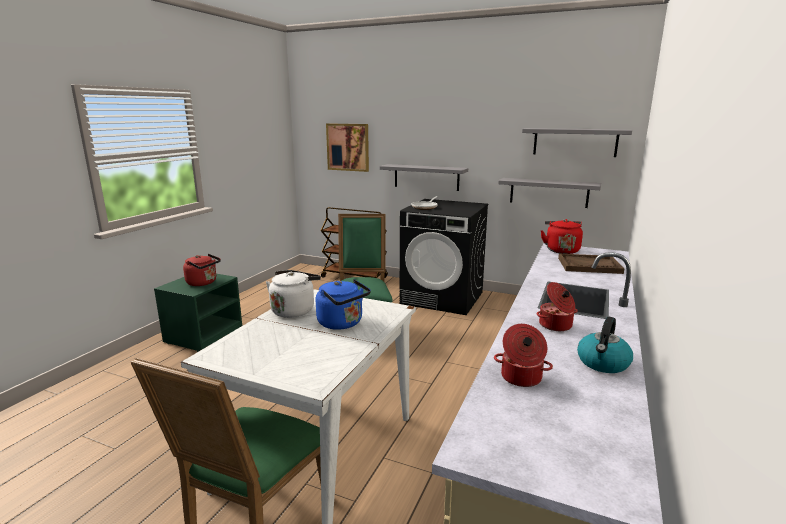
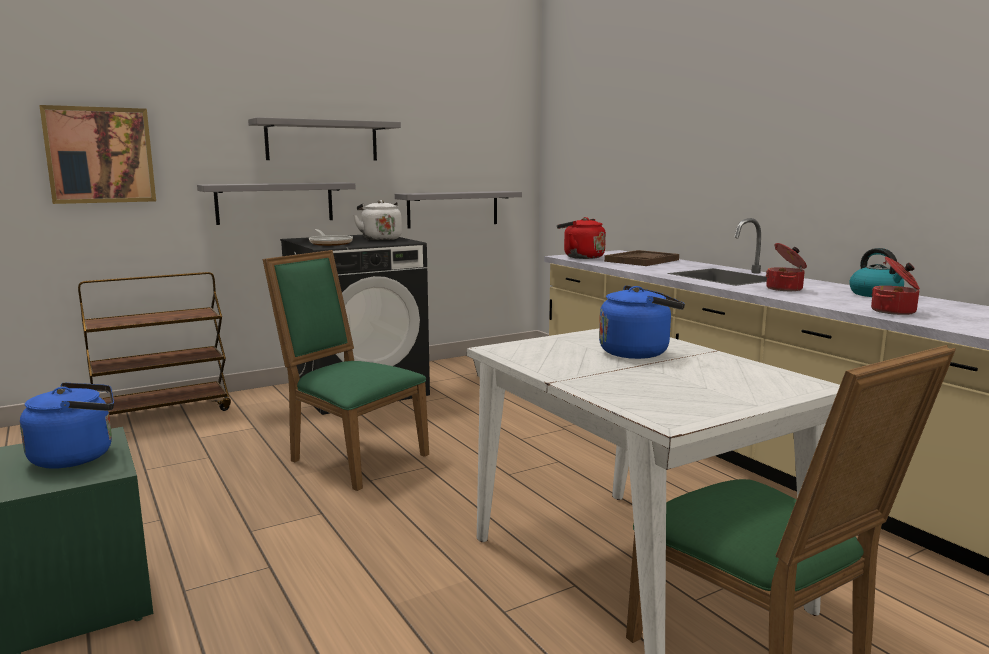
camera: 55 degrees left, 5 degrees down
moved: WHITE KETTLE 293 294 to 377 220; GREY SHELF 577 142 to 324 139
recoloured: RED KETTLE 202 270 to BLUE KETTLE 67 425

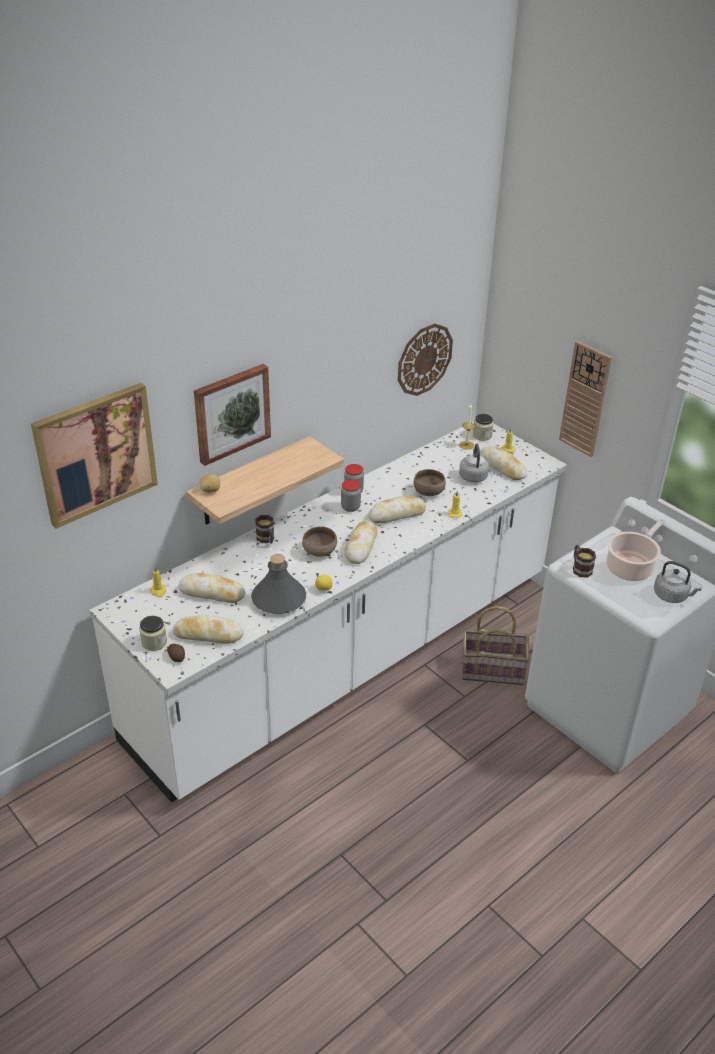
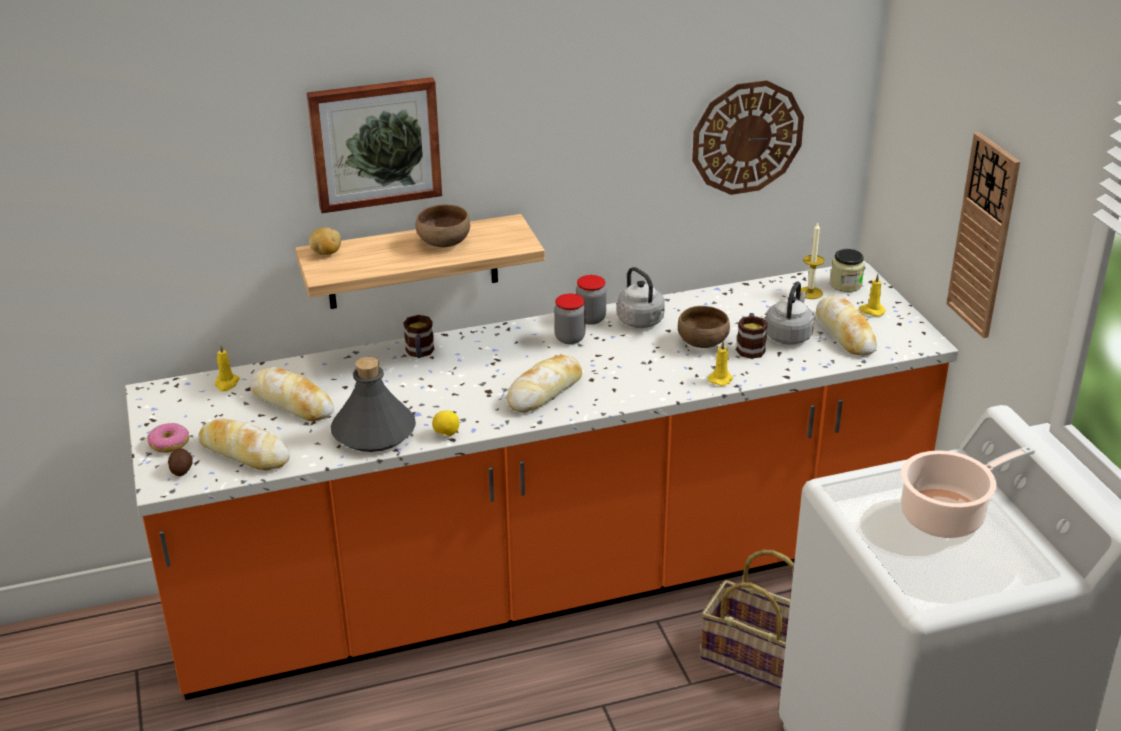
camera: 25 degrees right, 5 degrees down
removed: PICTURE 94 456; BREAD 397 509
moved: BROWN BOWL 319 541 to 443 225; MUG 584 561 to 752 336; GREY KETTLE 678 582 to 641 297
replaced: JAR 153 633 to DONUT 168 438
recoloured: WHITE COUNTER 328 612 to ORANGE COUNTER 541 480

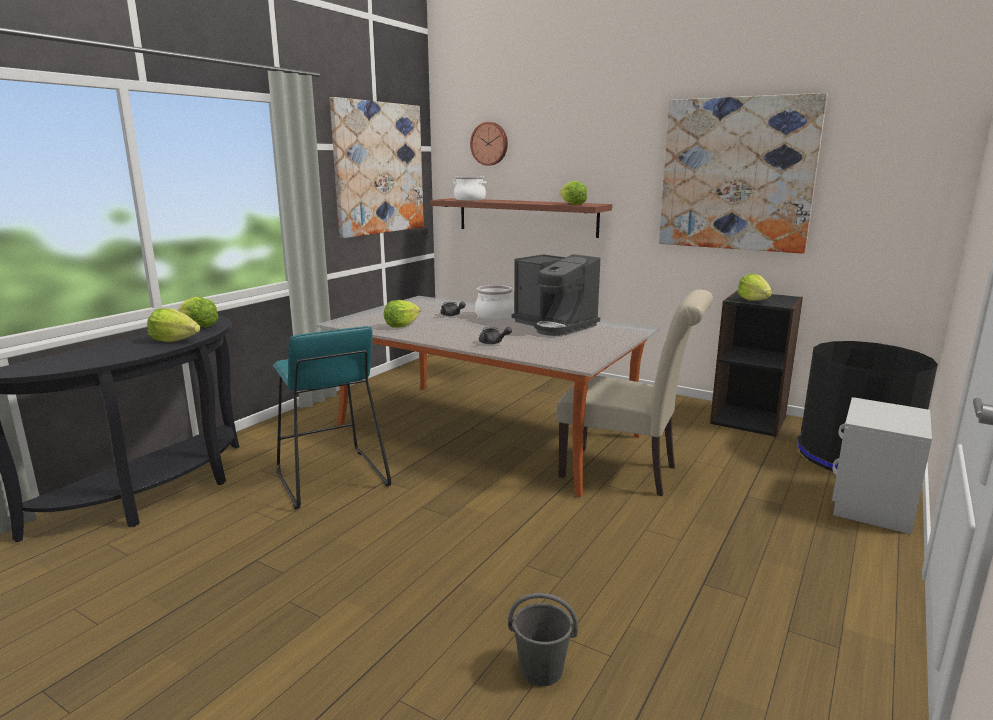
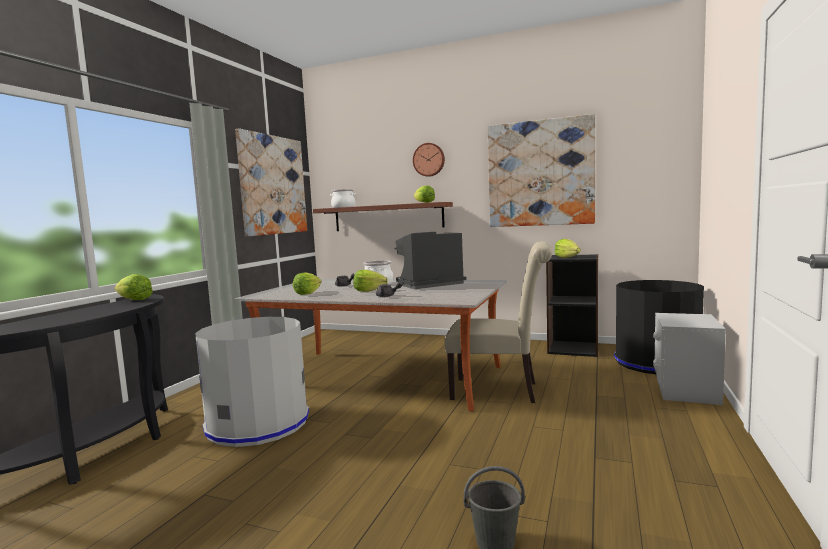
camera: 10 degrees left, 10 degrees down
moved: LETTUCE 173 325 to 370 281; WALL CLOCK 489 144 to 429 160
replaced: TURQUOISE STOOL 332 417 to GREY TRASH CAN 252 382
turned: COFFEE MACHINE 555 295 = 430 260 120 degrees clockwise

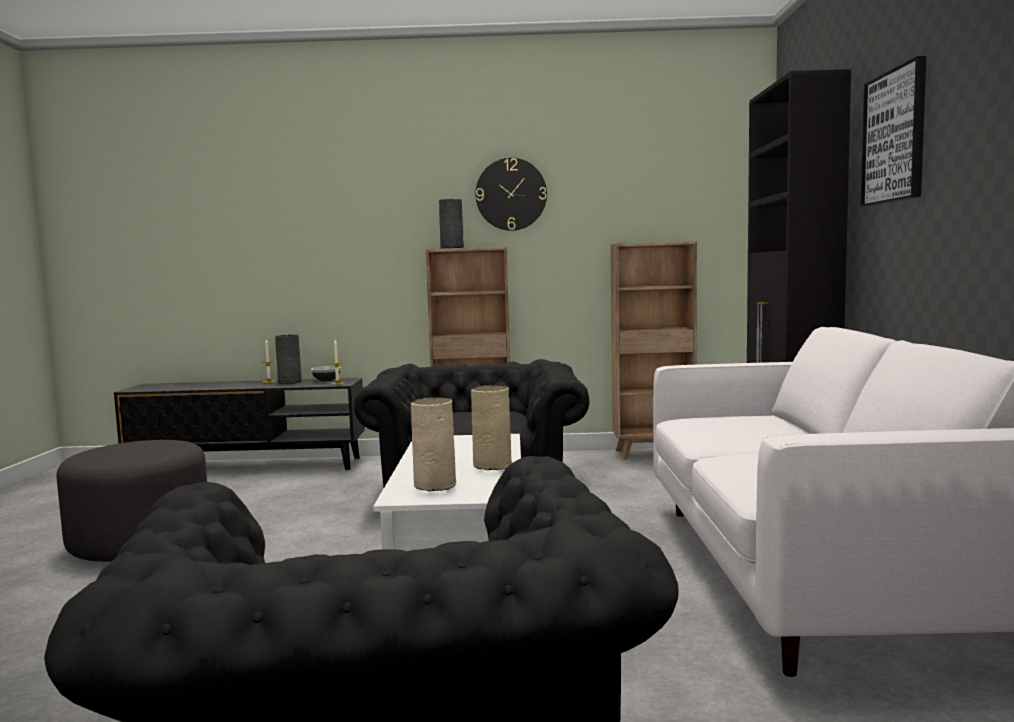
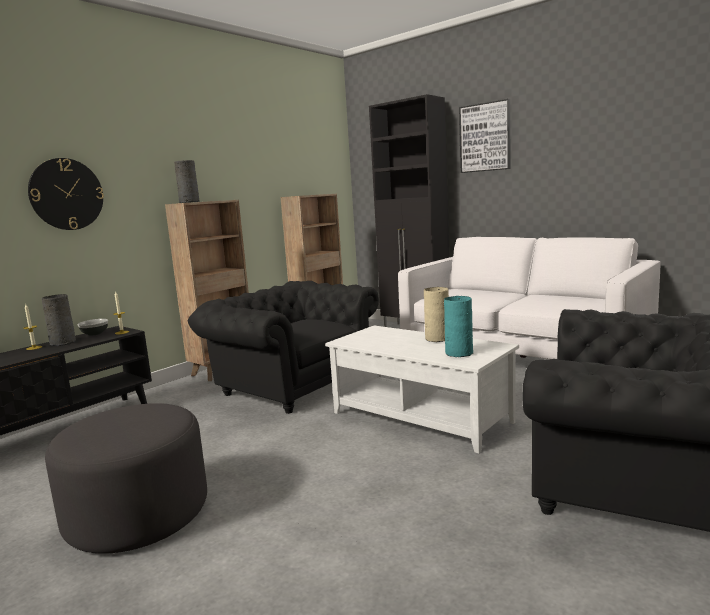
camera: 50 degrees left, 5 degrees up
moved: WALL CLOCK 511 194 to 66 194
recoloured: BEIGE VASE 433 444 to TURQUOISE VASE 458 326

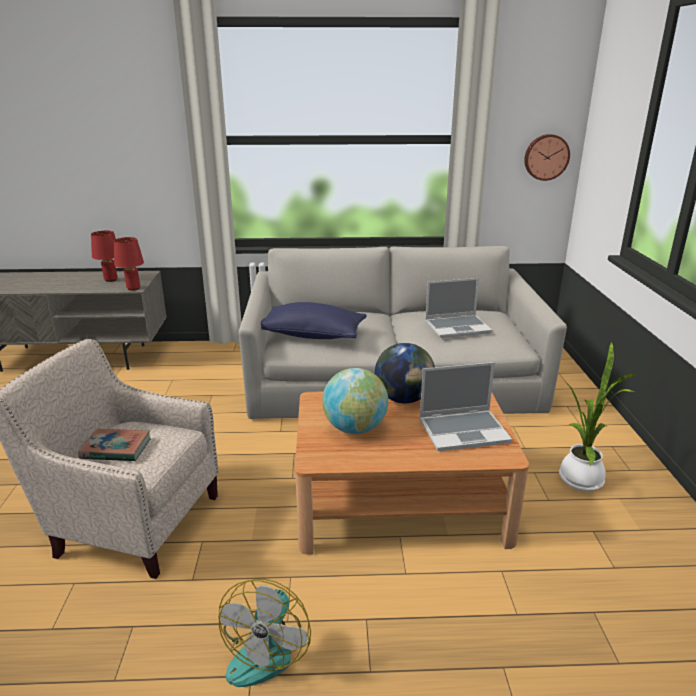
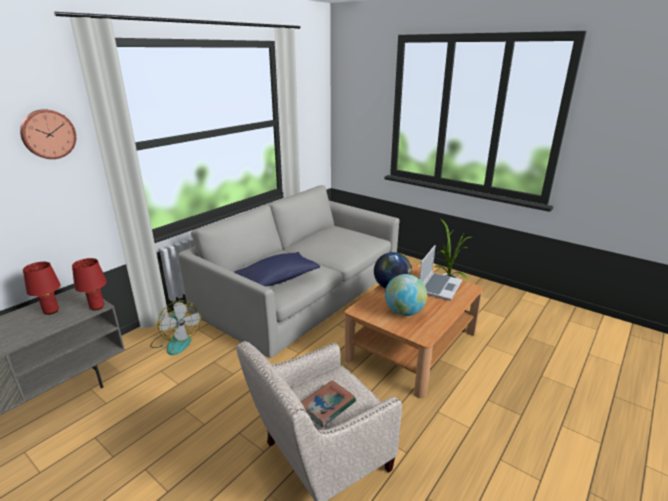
camera: 50 degrees left, 0 degrees up
removed: LAPTOP 458 308
moved: FAN 265 633 to 175 327; WALL CLOCK 547 157 to 48 134

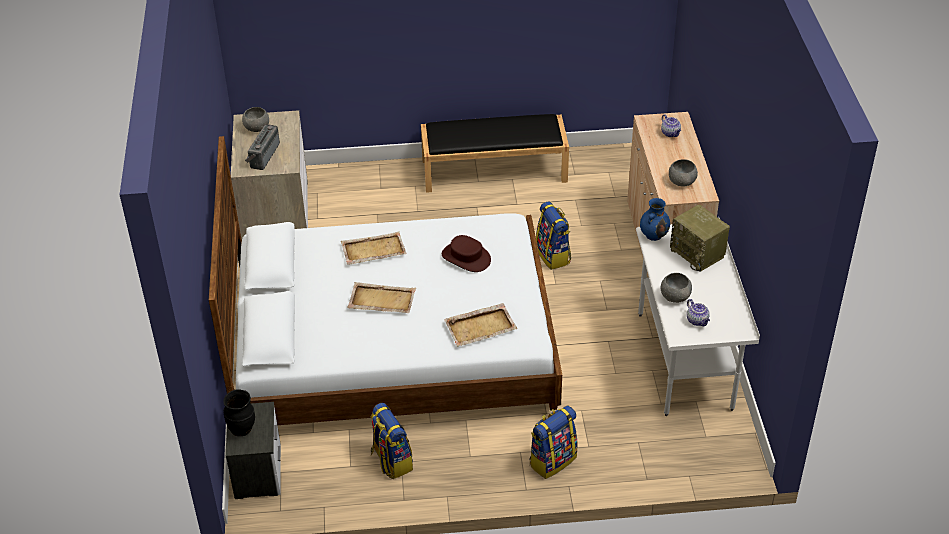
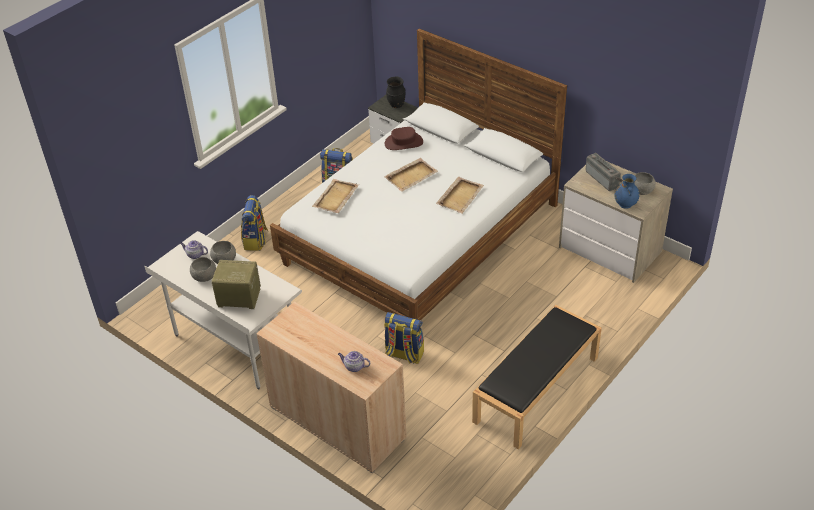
camera: 135 degrees right, 0 degrees up
moved: BROWN HAT 466 253 to 404 138; BLUE VASE 655 219 to 627 191; GREY BOWL 683 173 to 203 269

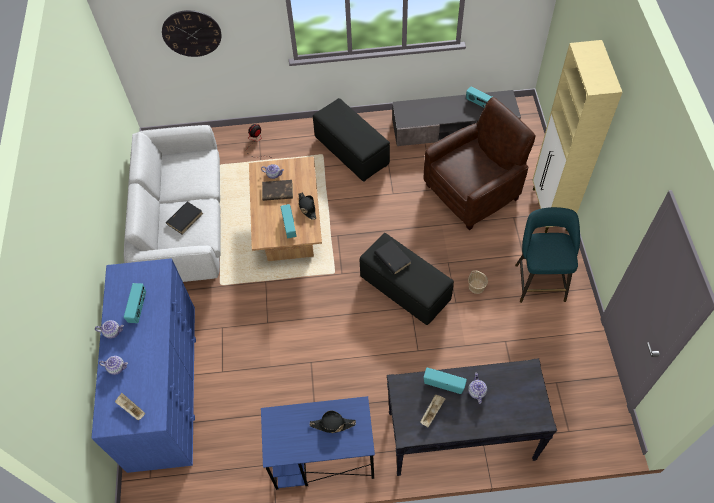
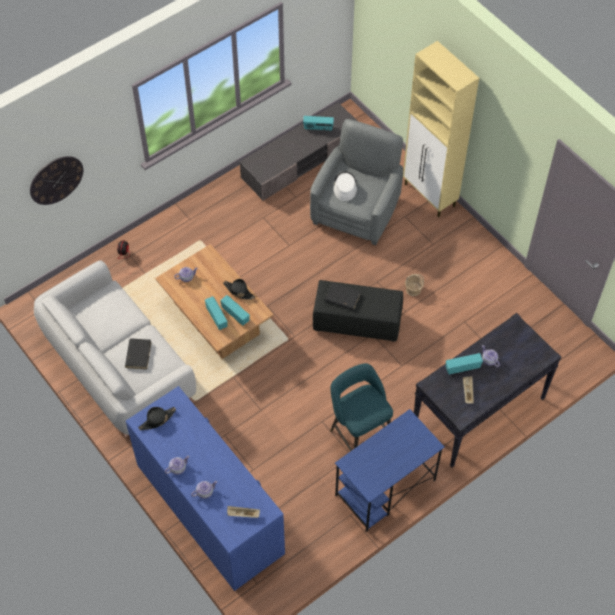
camera: 35 degrees left, 0 degrees up
removed: BROWN BOOK 277 190; BLACK OTTOMAN 351 140
added: WHITE HAT 345 186
moved: RADIO 135 303 to 216 313; BLACK HAT 333 421 to 157 418; TURQUOISE STOOL 547 255 to 361 407
recoloured: BROWN ARMCHAIR 479 163 to GREY ARMCHAIR 356 182

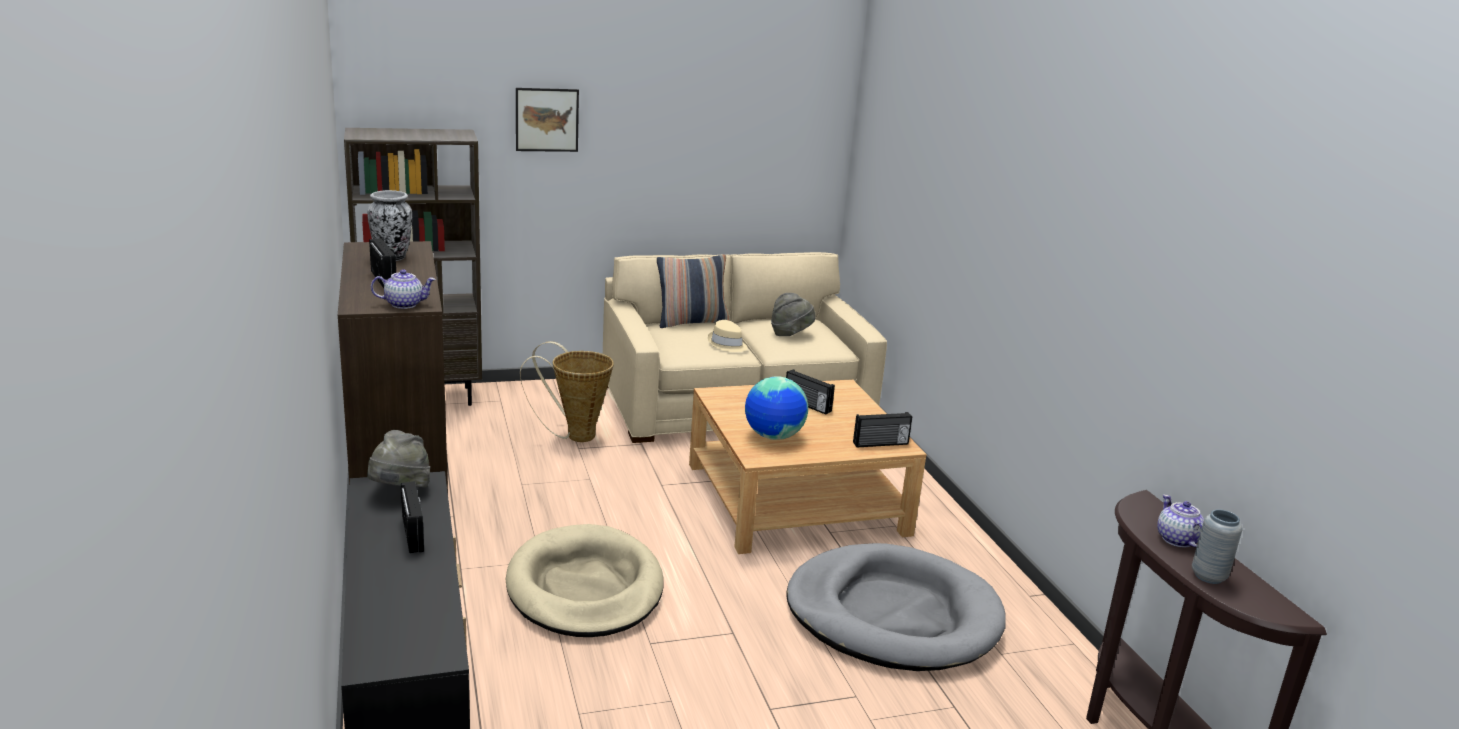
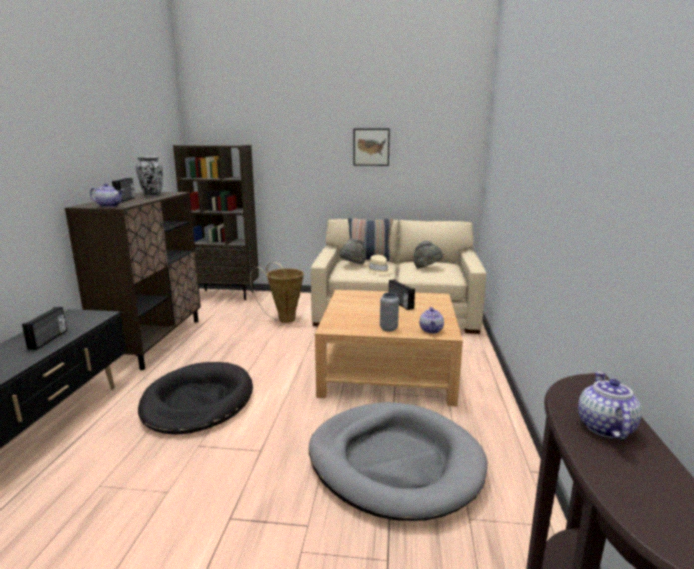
camera: 25 degrees right, 5 degrees down
removed: GLOBE 776 408
moved: GREY HAT 398 459 to 352 251; PICTURE 547 120 to 371 147; GREY VASE 1217 546 to 389 312
replaced: RADIO 882 429 to TEAPOT 431 320
recoloured: BEIGE DOG BED 585 580 to BLACK DOG BED 195 398

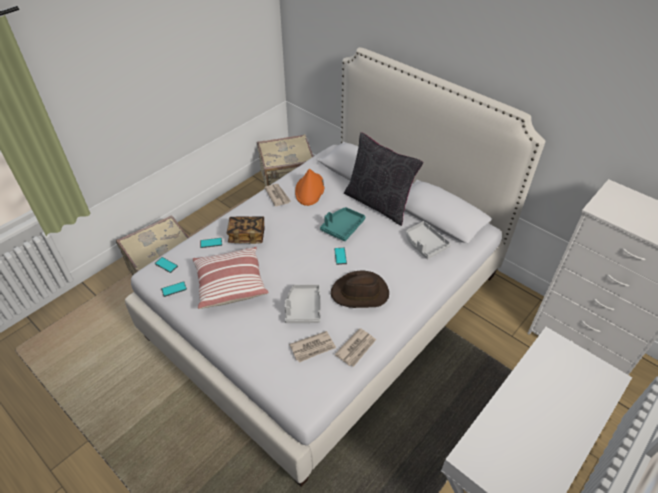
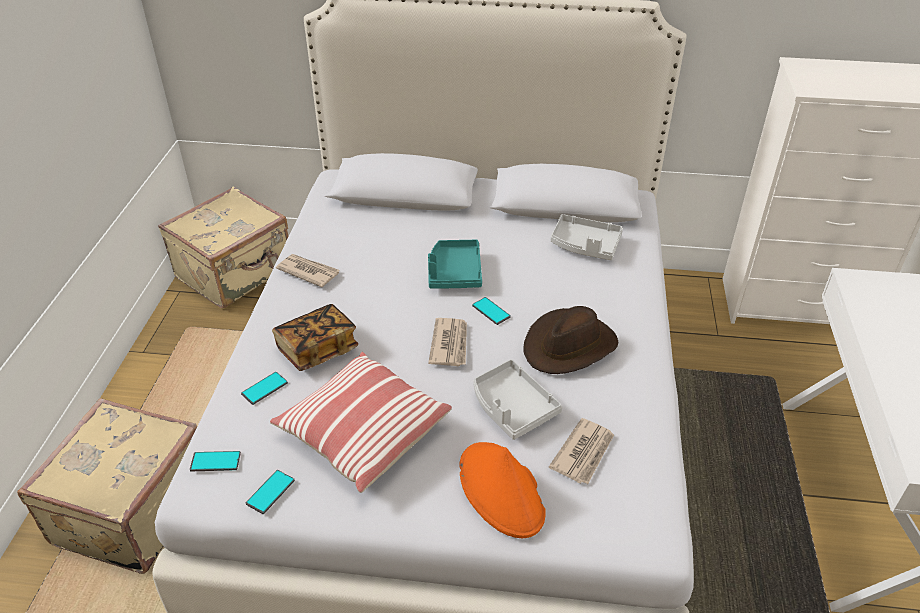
camera: 35 degrees left, 5 degrees down
removed: BLACK PILLOW 383 179
moved: ORANGE HAT 309 187 to 502 490; NEWSPAPER 355 347 to 447 342

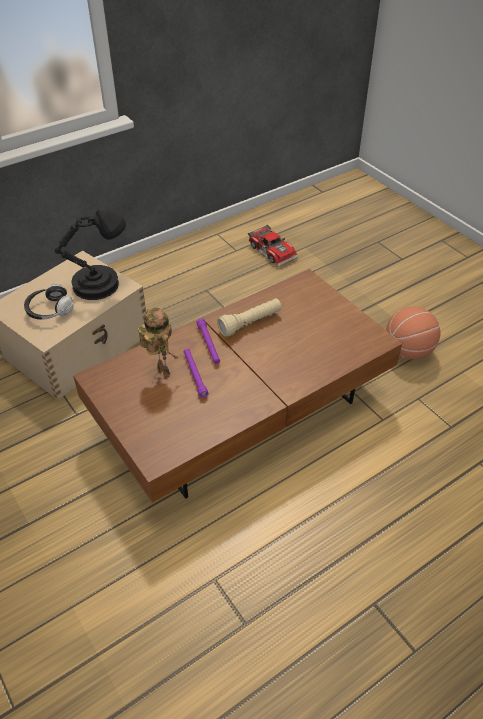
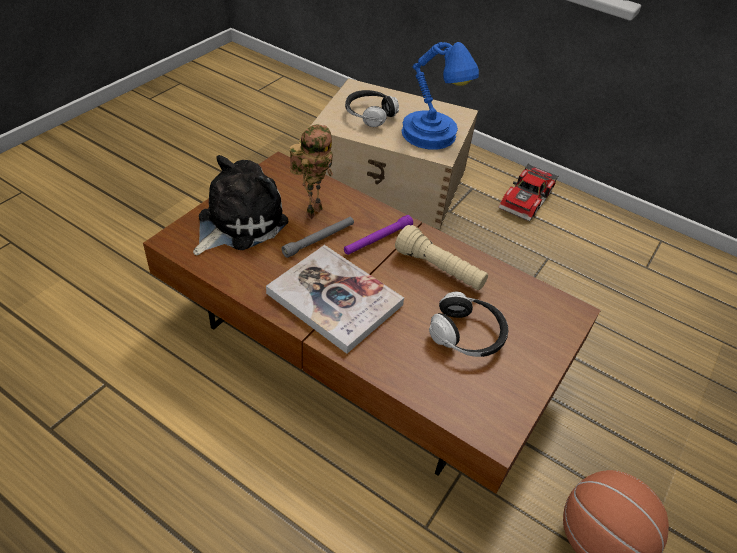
camera: 65 degrees right, 0 degrees up
added: PLUSH TOY 240 205; BOOK 335 299; HEADPHONES 468 324
moved: TOY CAR 273 246 to 528 192
recoloured: BLACK TABLE LAMP 90 254 to BLUE TABLE LAMP 440 96; PURPLE FLASHLIGHT 196 373 to GREY FLASHLIGHT 317 237

